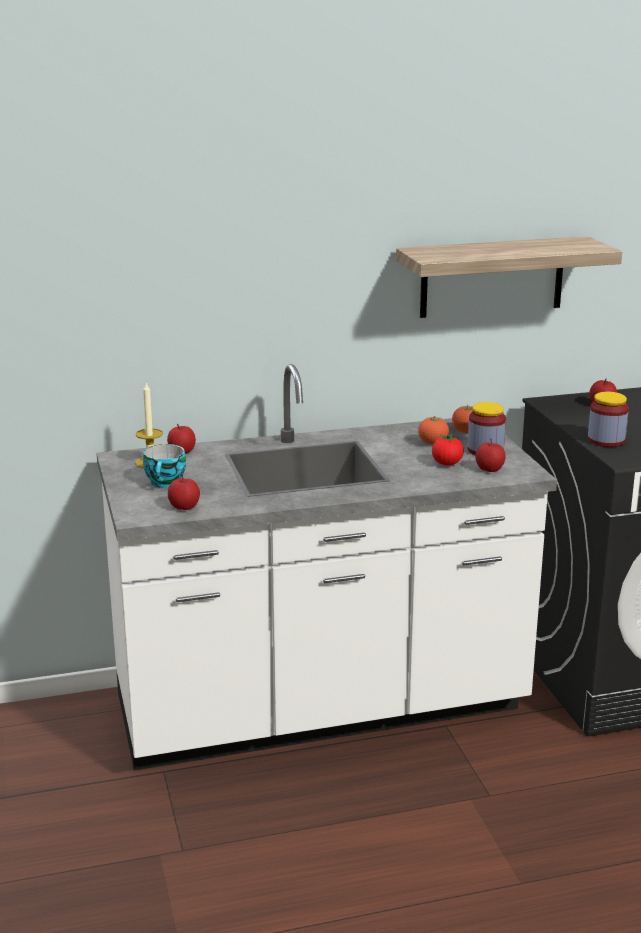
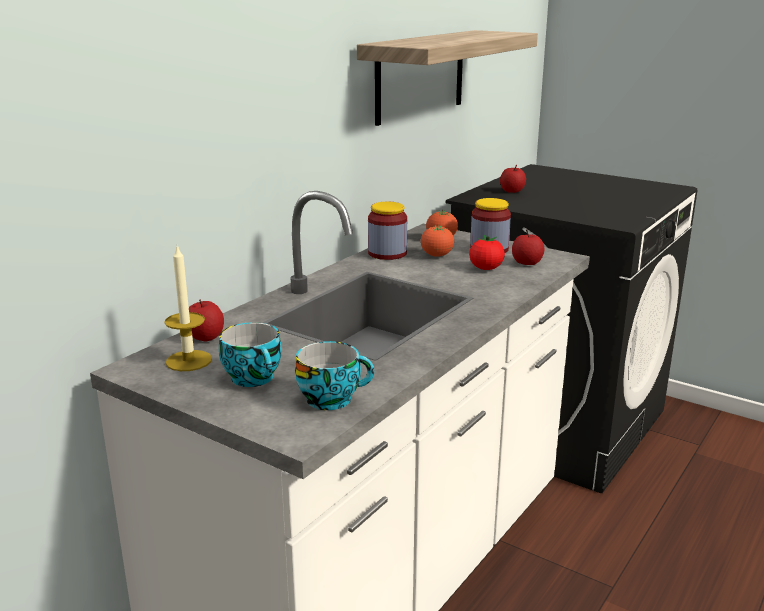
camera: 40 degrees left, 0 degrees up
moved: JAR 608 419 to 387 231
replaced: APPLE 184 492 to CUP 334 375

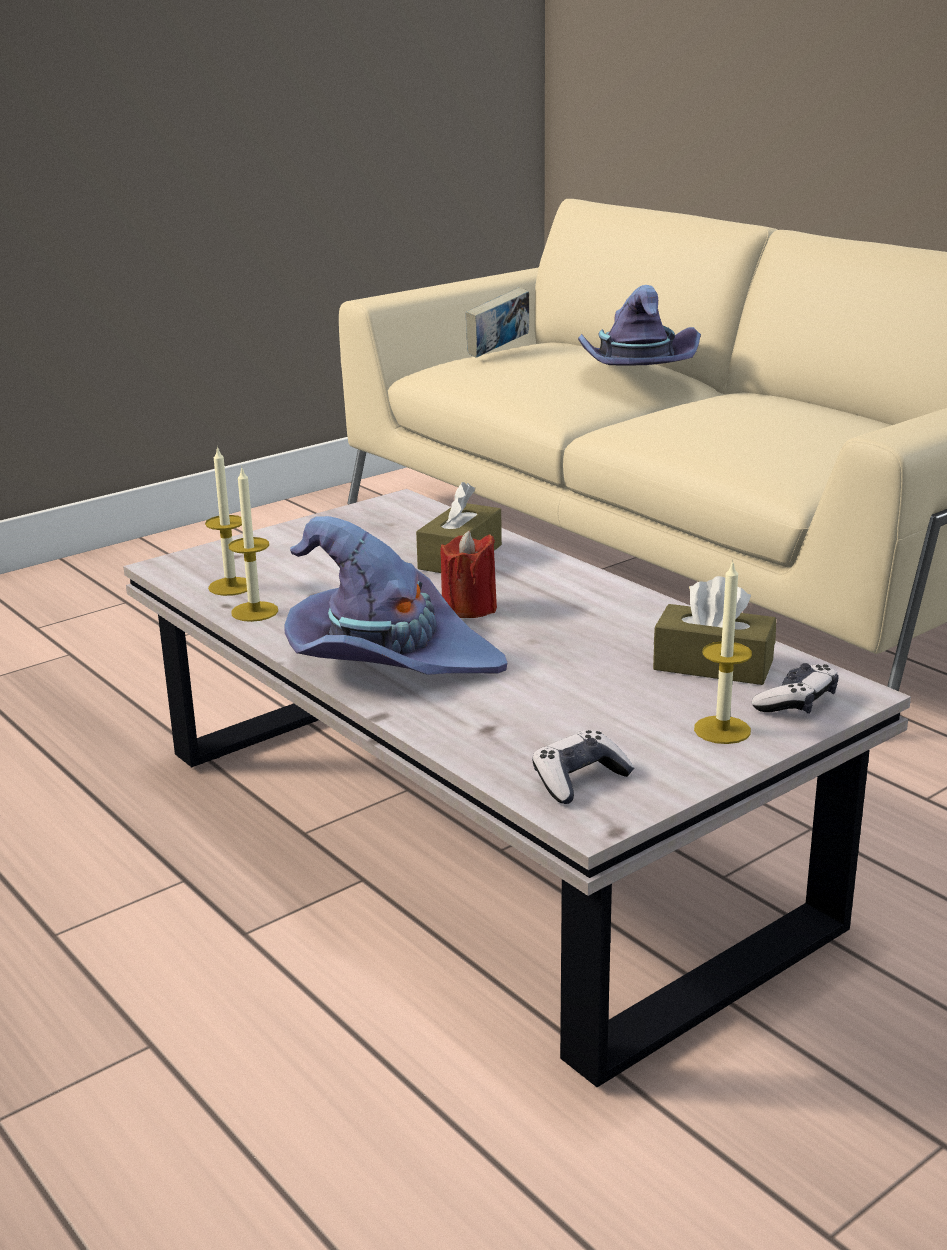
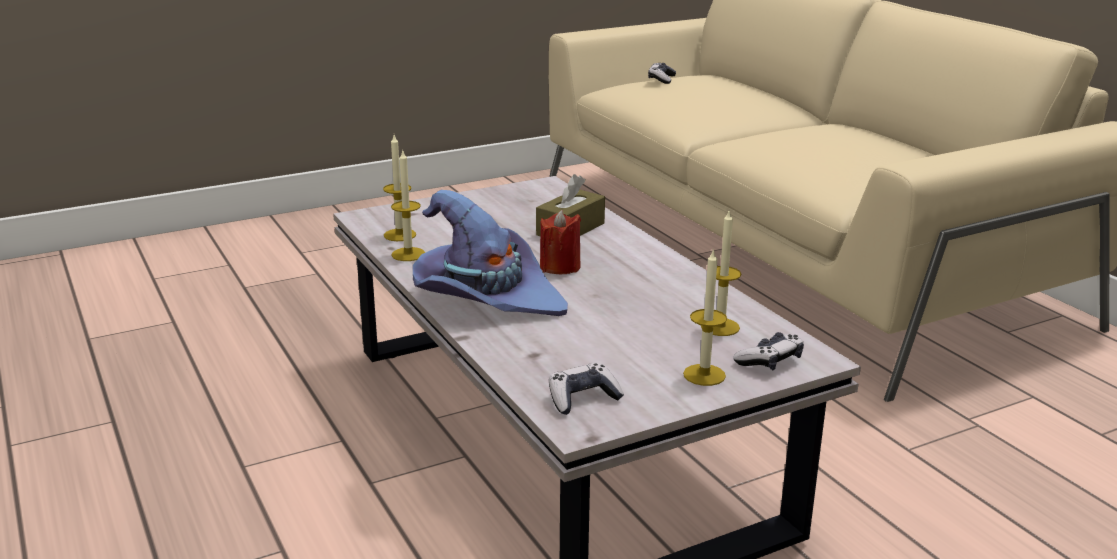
camera: 10 degrees right, 0 degrees up
removed: PURPLE HAT 639 325
replaced: BOOK 497 322 to GAME CONTROLLER 662 73; BROWN TISSUE BOX 714 630 to CANDLE 721 273

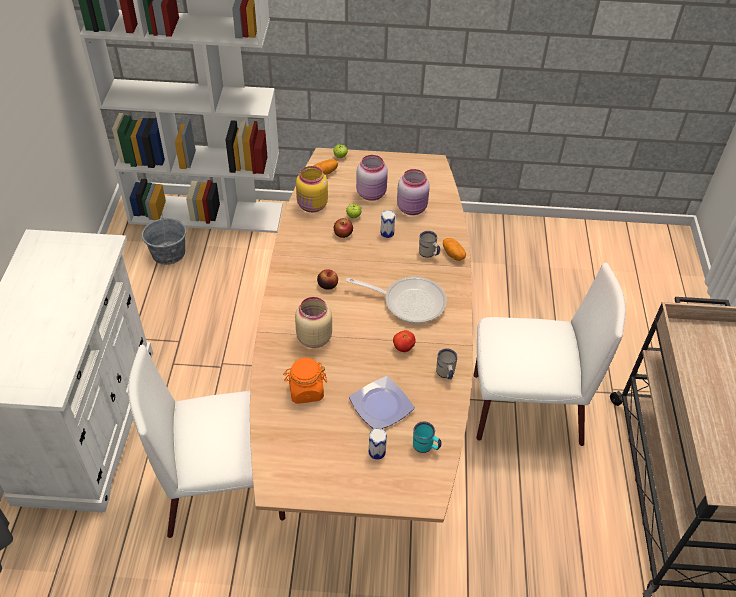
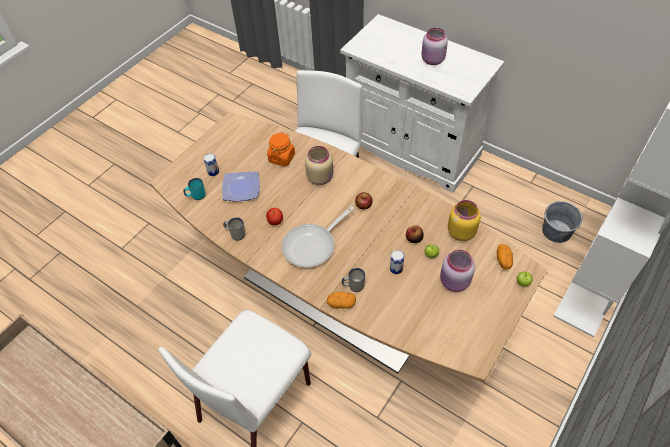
camera: 125 degrees right, 5 degrees up
moved: PINK JAR 413 192 to 435 46

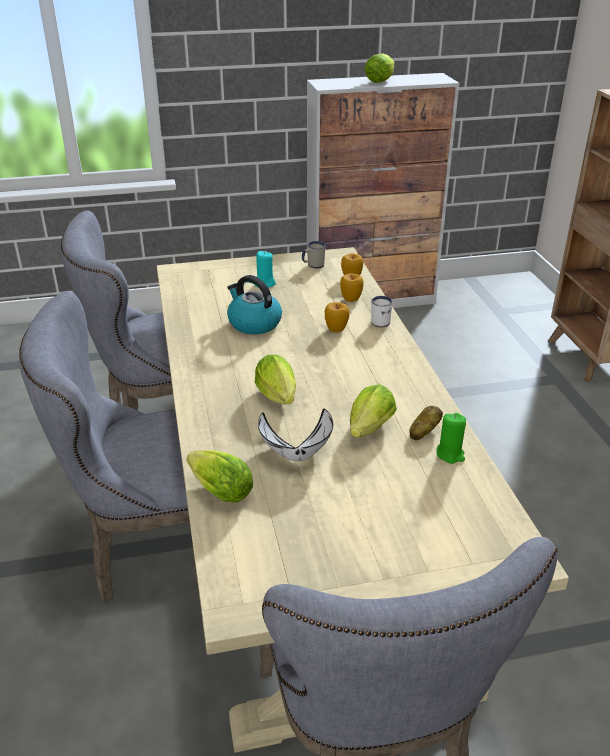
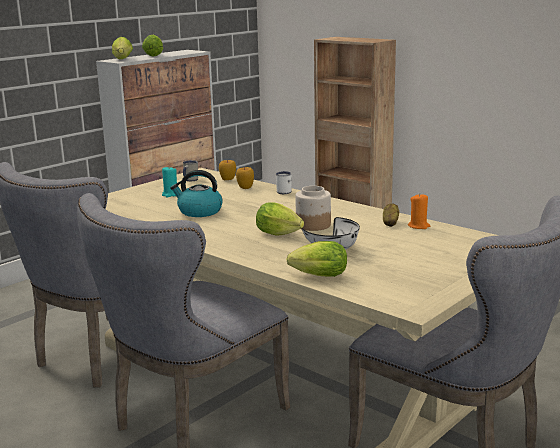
camera: 35 degrees left, 15 degrees down
removed: APPLE 337 317
added: JAR 313 208
moved: LETTUCE 373 411 to 122 48
recoloured: GREEN CANDLE 451 438 to ORANGE CANDLE 419 211

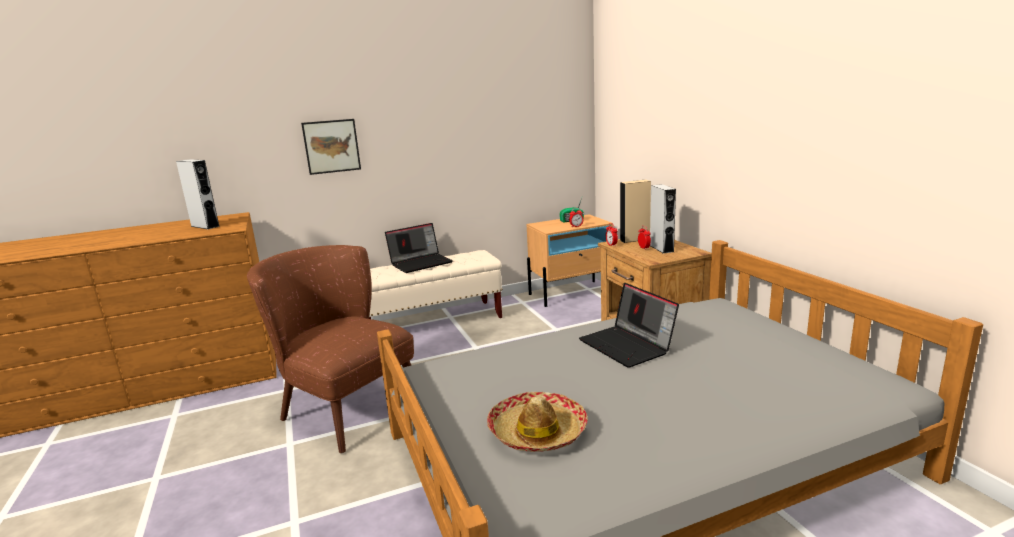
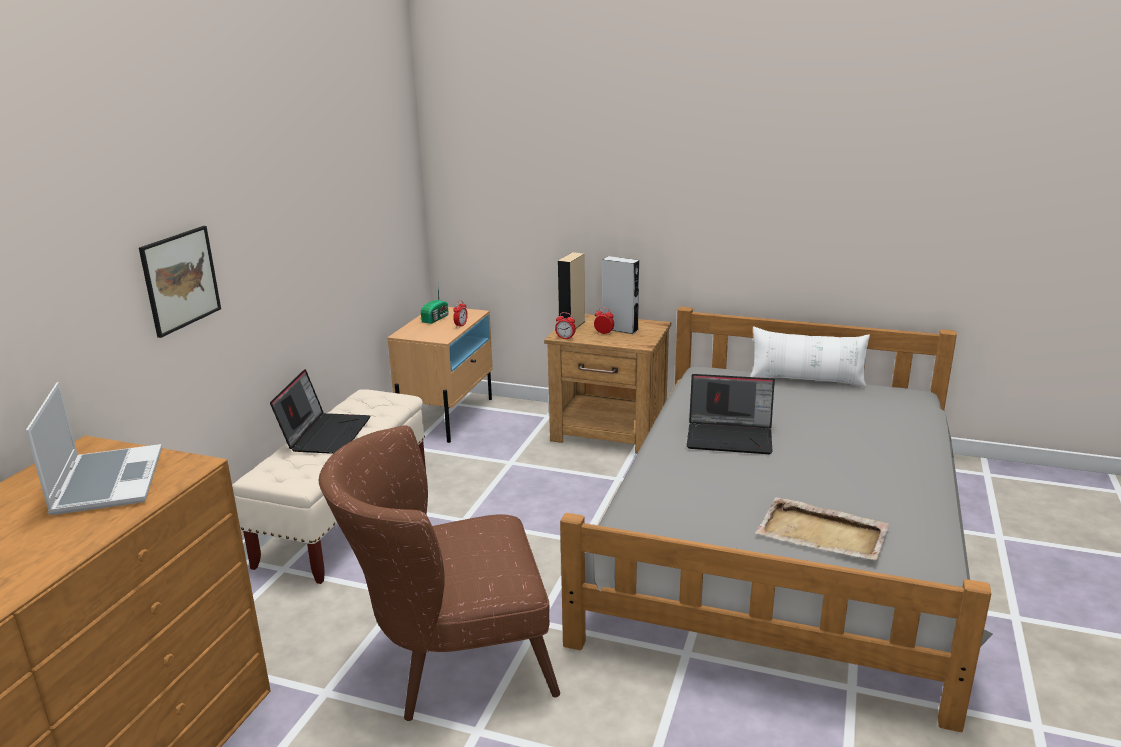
camera: 50 degrees left, 5 degrees up
added: WHITE PILLOW 810 356
replaced: GREY SPEAKER 198 194 to LAPTOP 94 448; HAT 537 422 to BEIGE TRAY 822 529

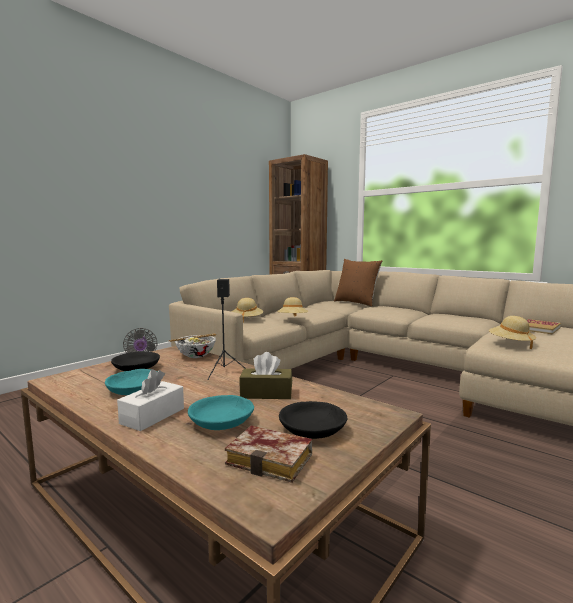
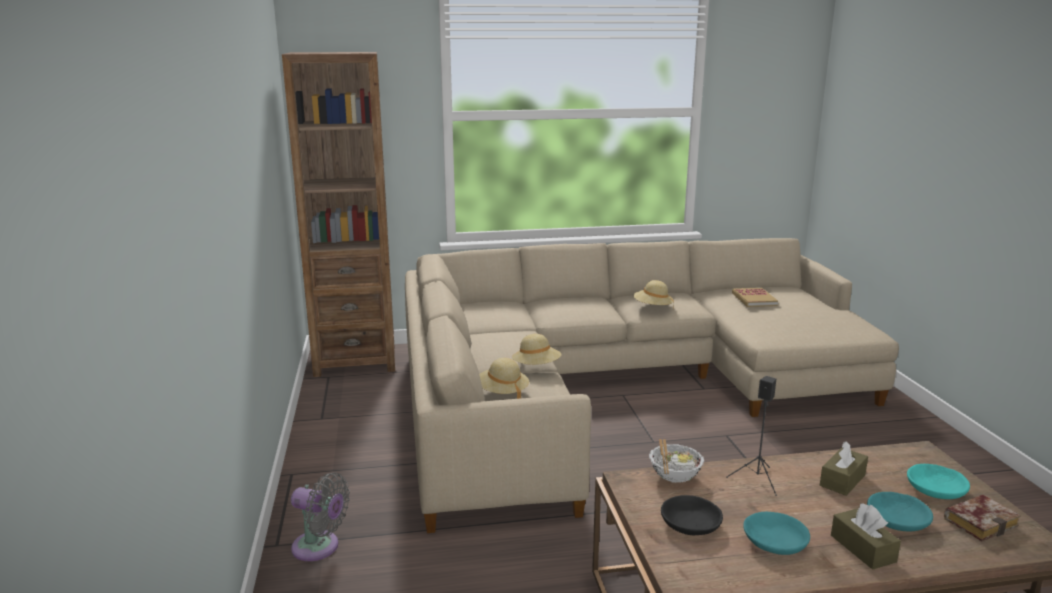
camera: 50 degrees left, 10 degrees up
removed: BROWN PILLOW 358 283
moved: BEIGE HAT 512 332 to 654 294
recoloured: WHITE TISSUE BOX 150 400 to BROWN TISSUE BOX 866 536; BLACK BOWL 313 420 to TURQUOISE BOWL 938 481

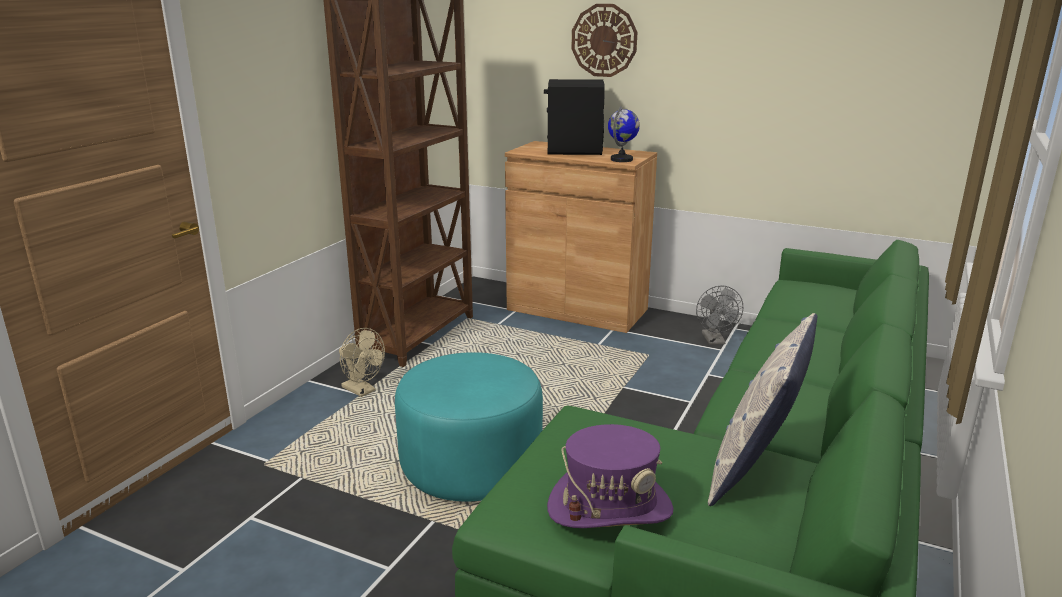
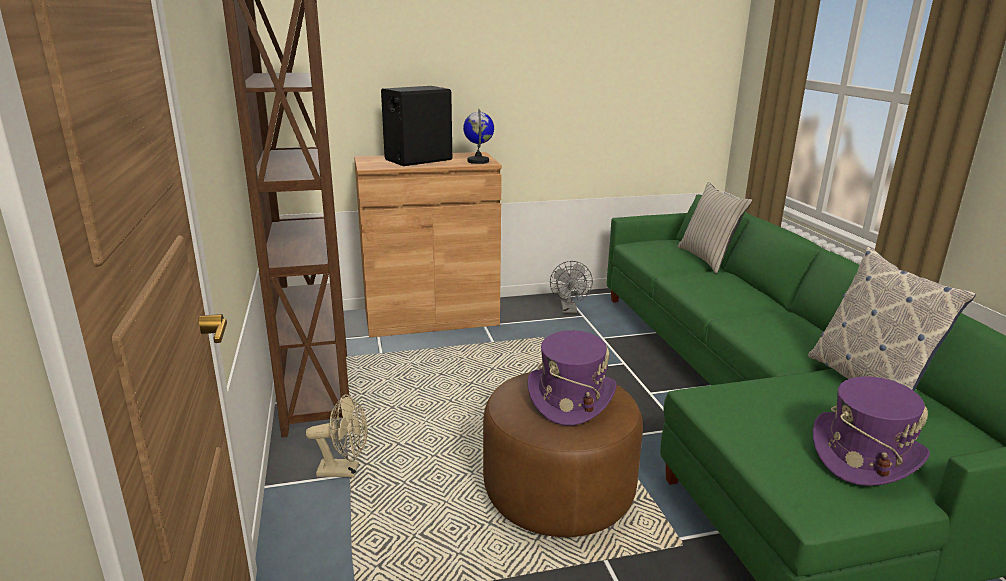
camera: 40 degrees left, 0 degrees up
removed: WALL CLOCK 604 40
added: PURPLE HAT 572 378; BEIGE PILLOW 715 227
recoloured: TURQUOISE OTTOMAN 469 427 to BROWN OTTOMAN 563 454
turned: GREY FAN 719 315 = 571 287 45 degrees clockwise

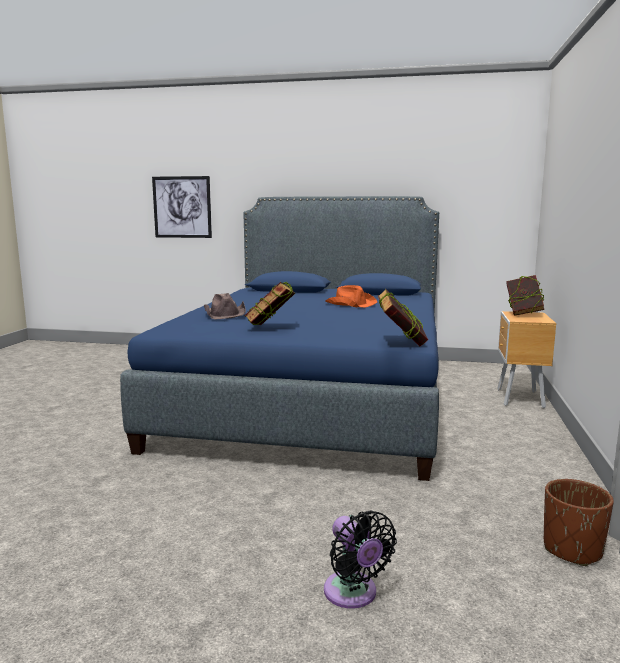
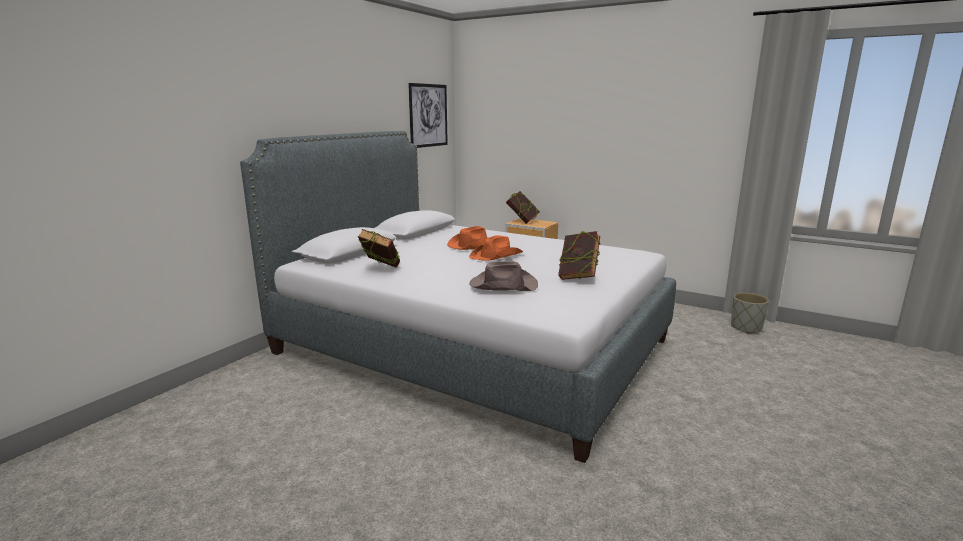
camera: 70 degrees left, 5 degrees up
removed: BLACK FAN 360 559
added: ORANGE HAT 496 248
moved: PICTURE 182 207 to 428 115; BOOK 403 317 to 379 248
recoloured: BLUE BED 279 338 to GREY BED 458 297; BROWN PLANTER 579 522 to GREY PLANTER 750 313

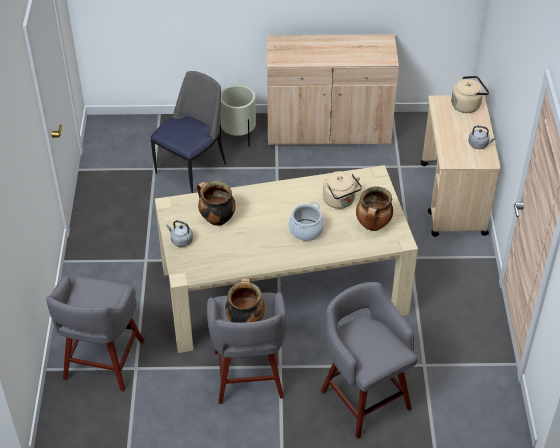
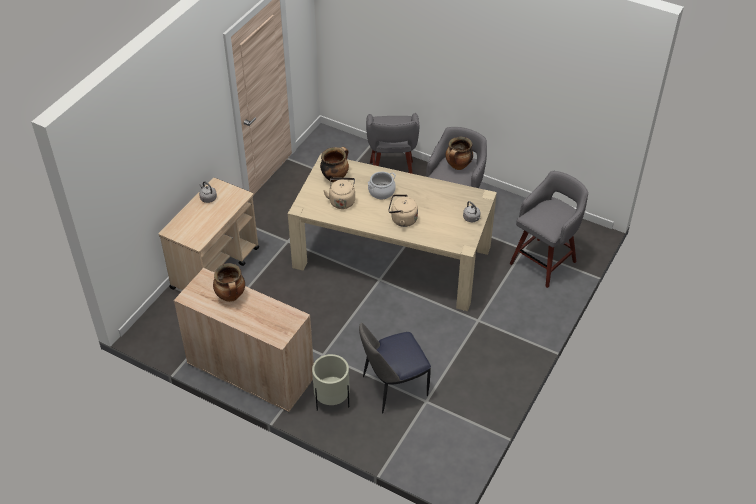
camera: 150 degrees left, 0 degrees up
moved: COOKING POT 216 203 to 229 282; BEIGE KETTLE 470 94 to 403 210

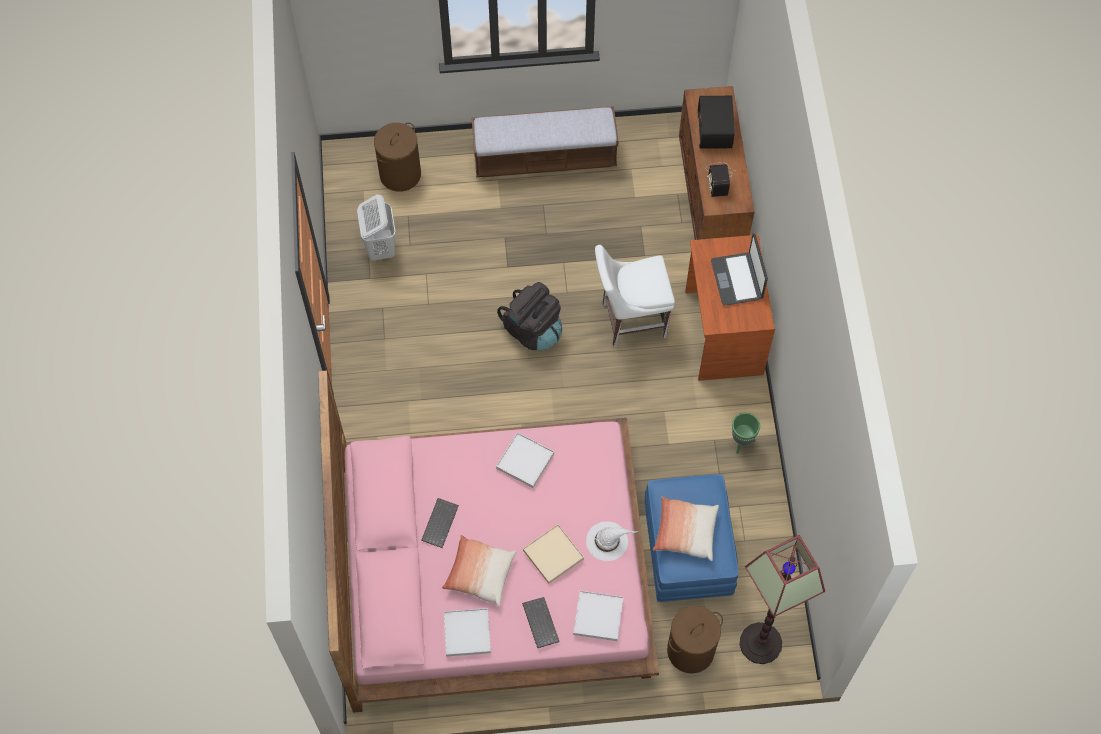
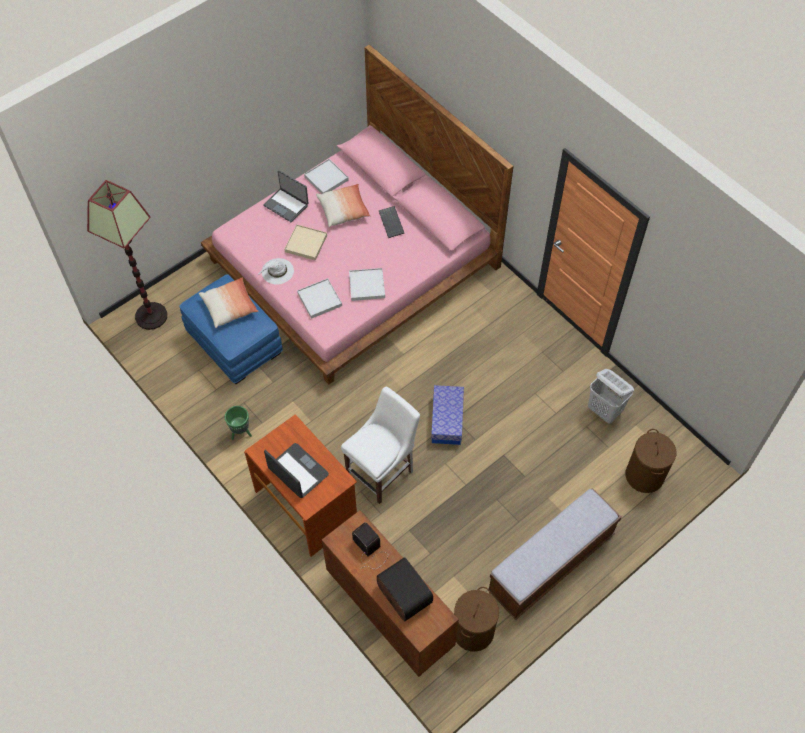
camera: 145 degrees right, 5 degrees down
moved: WHITE TRAY 598 616 to 319 298; BROWN LAUNDRY BASKET 695 639 to 476 619
replaced: BLACK BACKPACK 529 316 to STORAGE BOX 447 415; KEYBOARD 541 622 to LAPTOP 286 196

